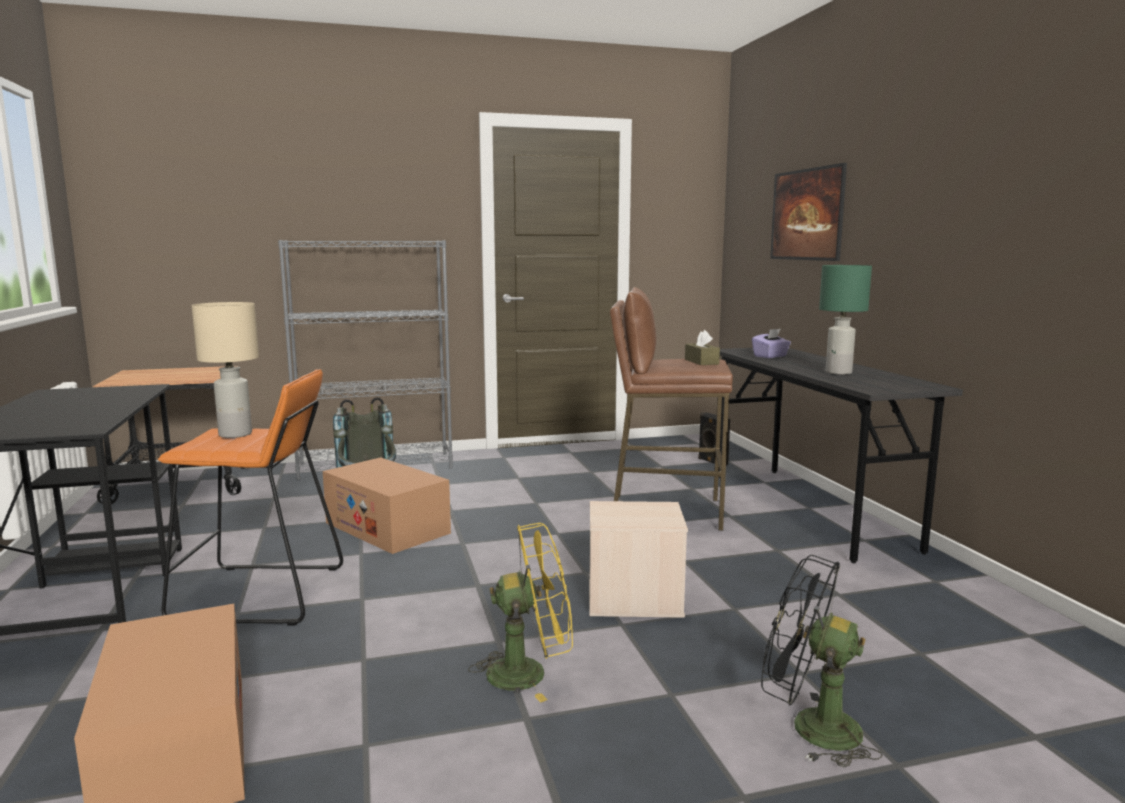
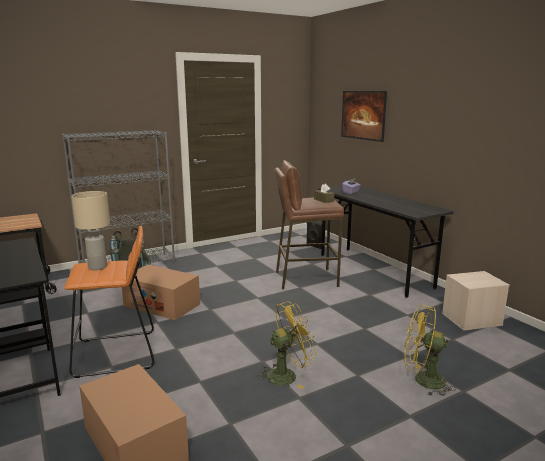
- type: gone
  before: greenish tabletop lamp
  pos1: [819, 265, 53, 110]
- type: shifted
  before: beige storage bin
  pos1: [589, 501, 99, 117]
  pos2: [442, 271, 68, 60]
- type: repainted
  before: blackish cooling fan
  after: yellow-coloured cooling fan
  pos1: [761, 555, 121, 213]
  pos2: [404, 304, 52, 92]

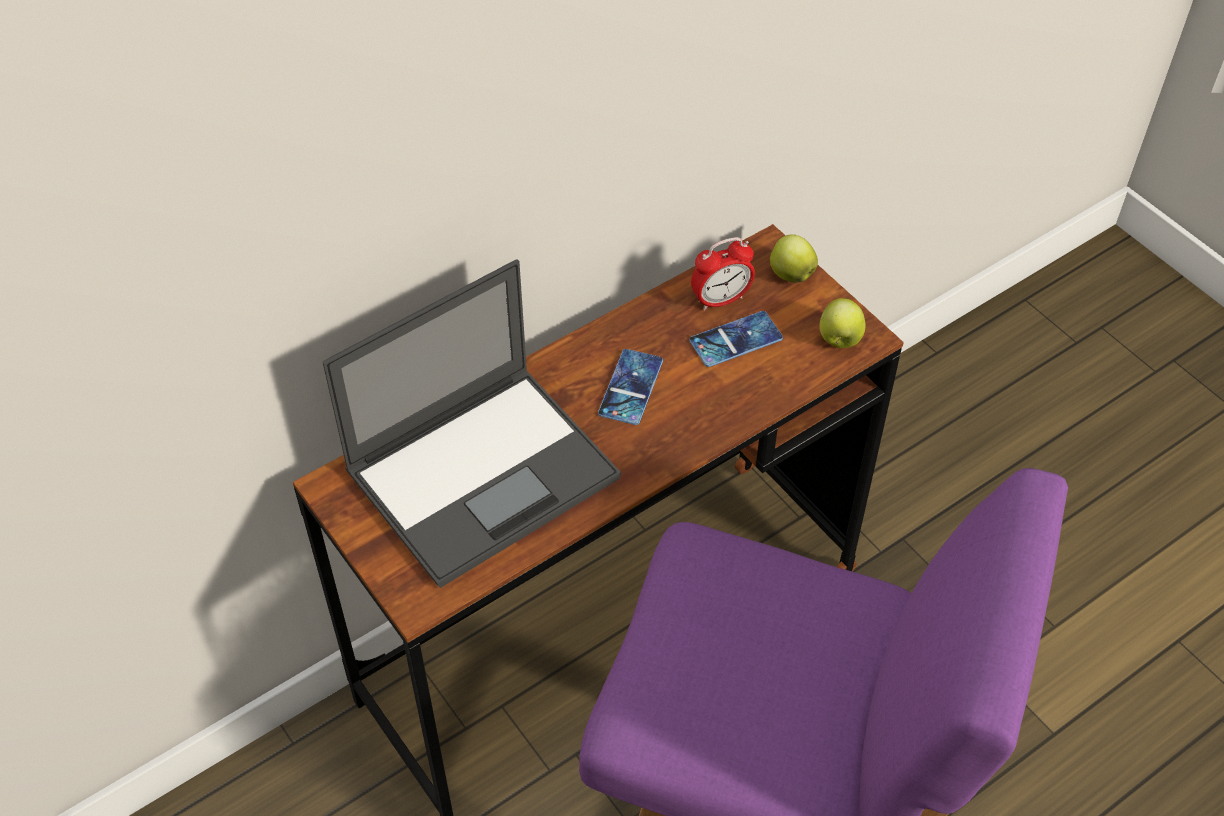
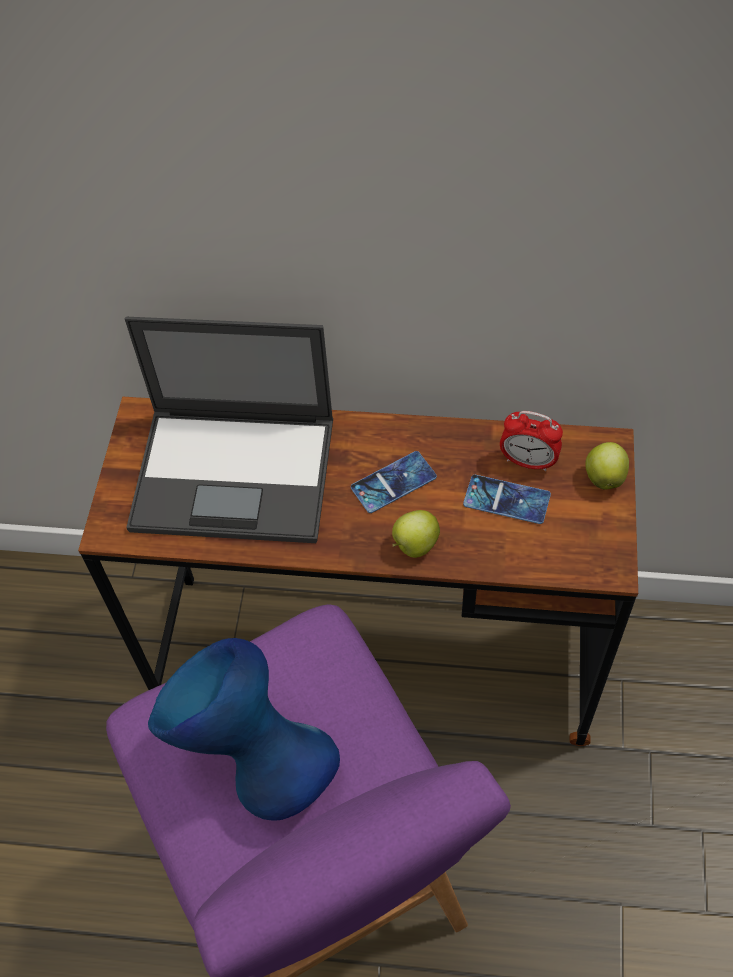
- type: shifted
  before: whole apple
  pos1: [819, 298, 47, 50]
  pos2: [392, 510, 48, 48]
- type: new
  after: blue-coloured vase
  pos2: [148, 638, 192, 183]

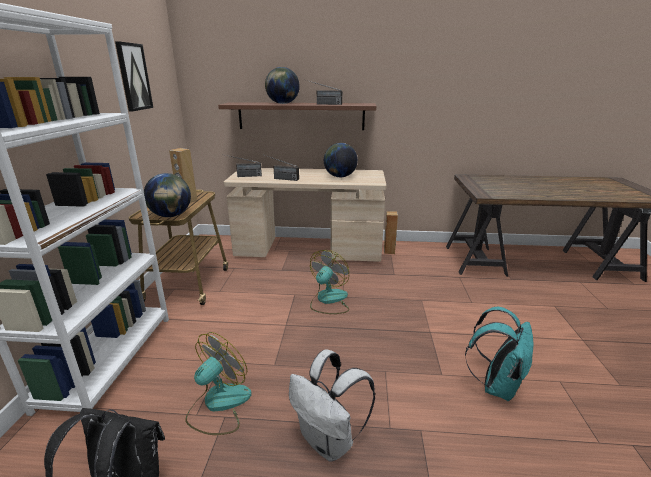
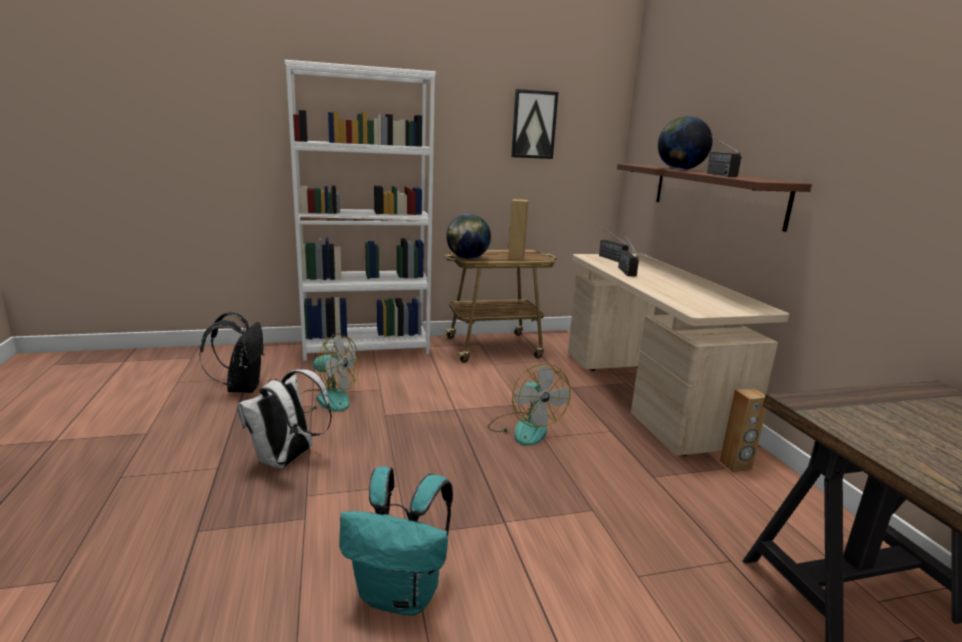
- type: gone
  before: globe
  pos1: [324, 143, 34, 34]
- type: rotated
  before: cooling fan
  pos1: [310, 250, 39, 64]
  pos2: [488, 363, 83, 83]
  turn: 60

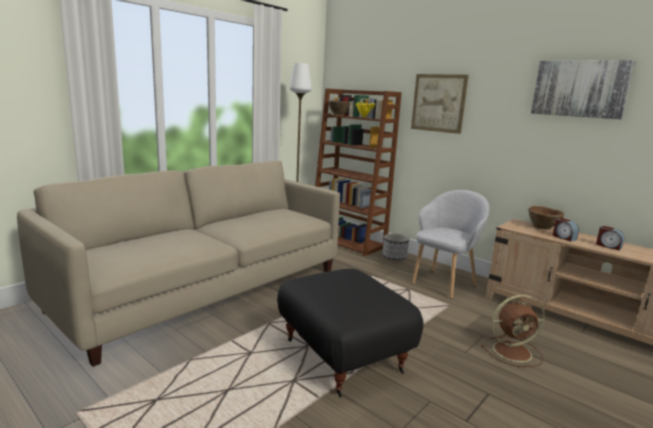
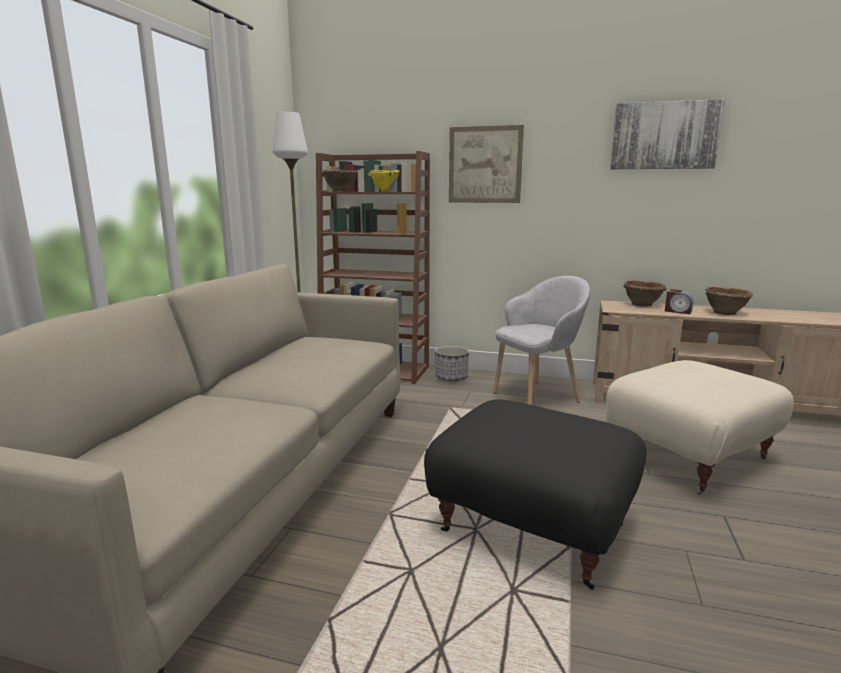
- type: rotated
  before: greyish armchair
  pos1: [412, 190, 78, 109]
  pos2: [494, 276, 96, 129]
  turn: 45
- type: swapped
  before: table clock
  after: brown serving bowl
  pos1: [596, 226, 28, 24]
  pos2: [705, 287, 48, 28]
- type: swapped
  before: brown cooling fan
  after: beige ottoman
  pos1: [481, 295, 64, 72]
  pos2: [606, 360, 188, 135]

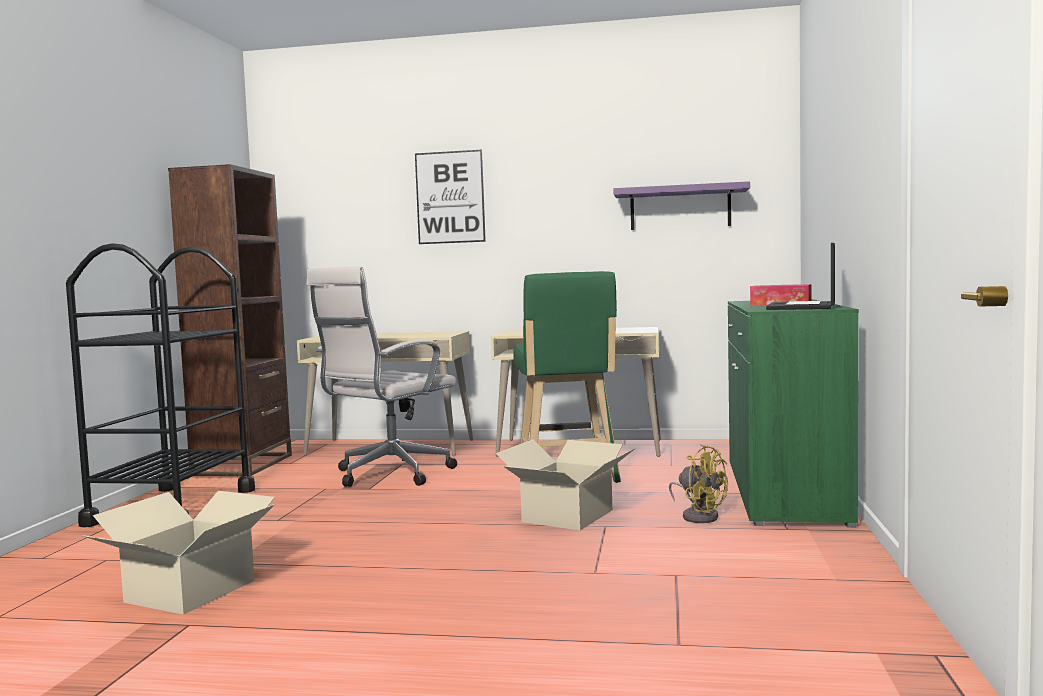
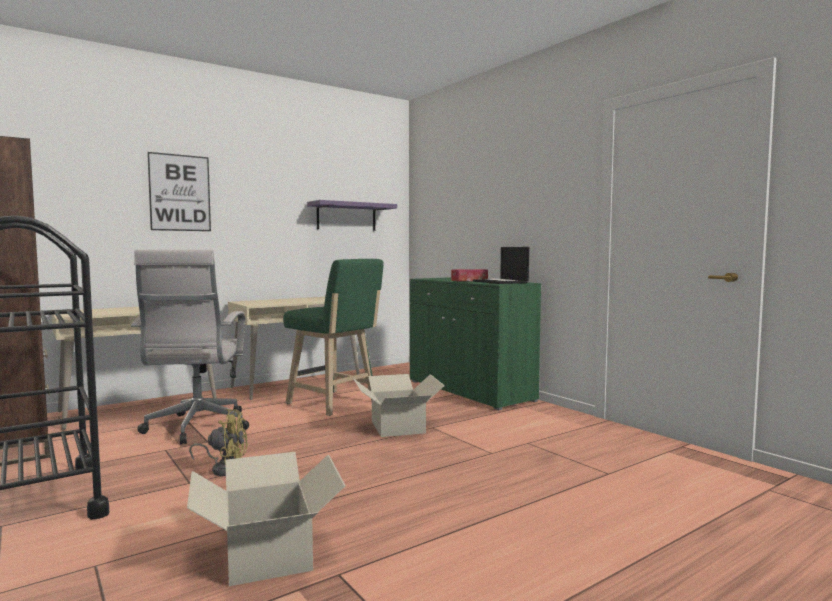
- type: shifted
  before: yellow-coloured cooling fan
  pos1: [669, 444, 59, 79]
  pos2: [189, 409, 59, 67]

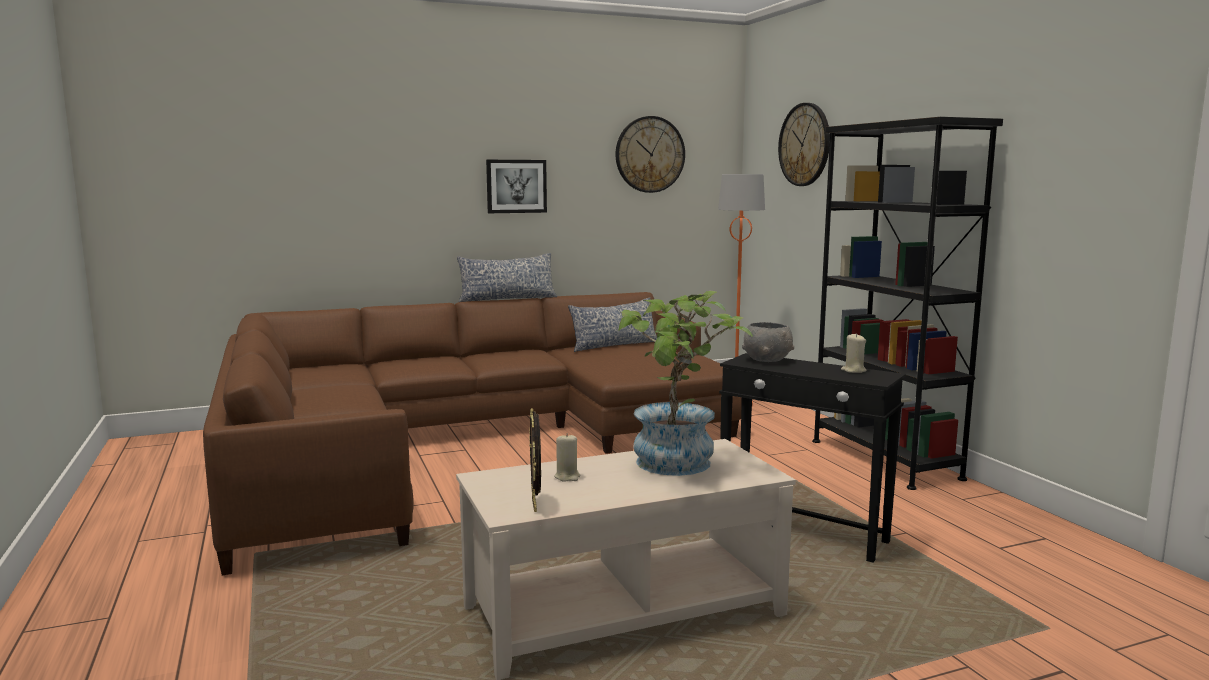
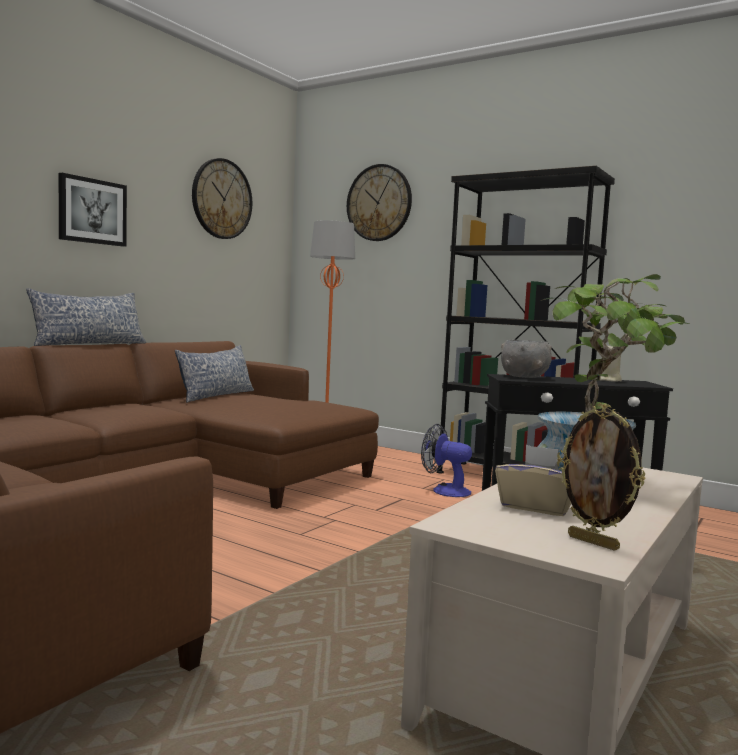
- type: swapped
  before: beige wax light
  after: beige tissue holder
  pos1: [554, 434, 27, 48]
  pos2: [495, 445, 77, 71]
- type: new
  after: cooling fan
  pos2: [421, 424, 51, 73]

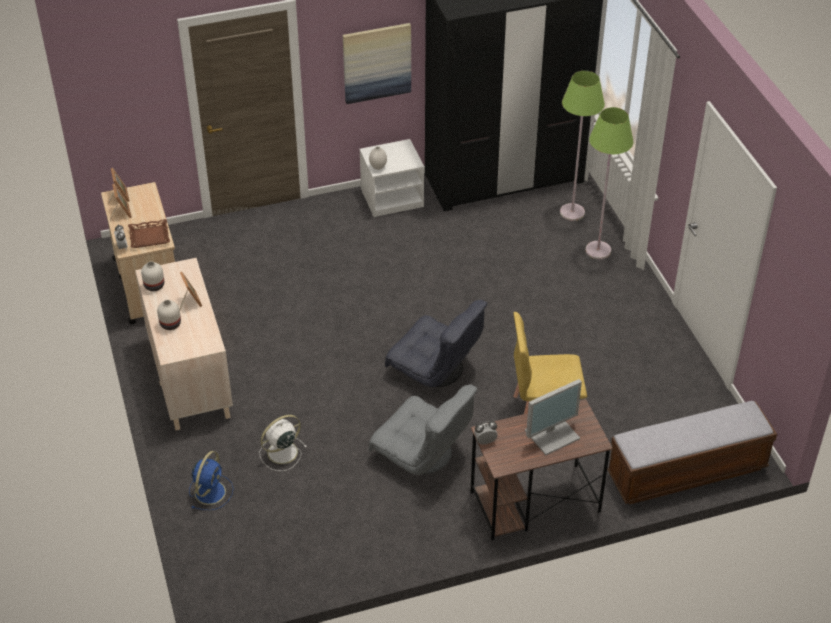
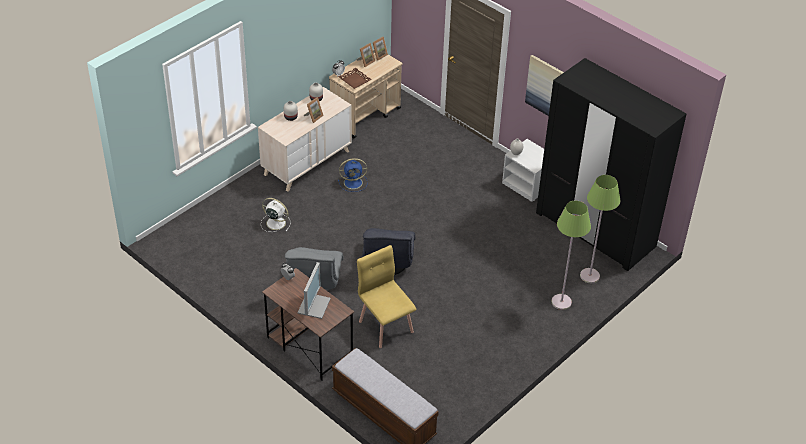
- type: rotated
  before: monitor
  pos1: [525, 379, 57, 76]
  pos2: [298, 262, 33, 57]
  turn: -105
- type: shifted
  before: blue-coloured cooling fan
  pos1: [189, 451, 45, 59]
  pos2: [338, 158, 30, 34]

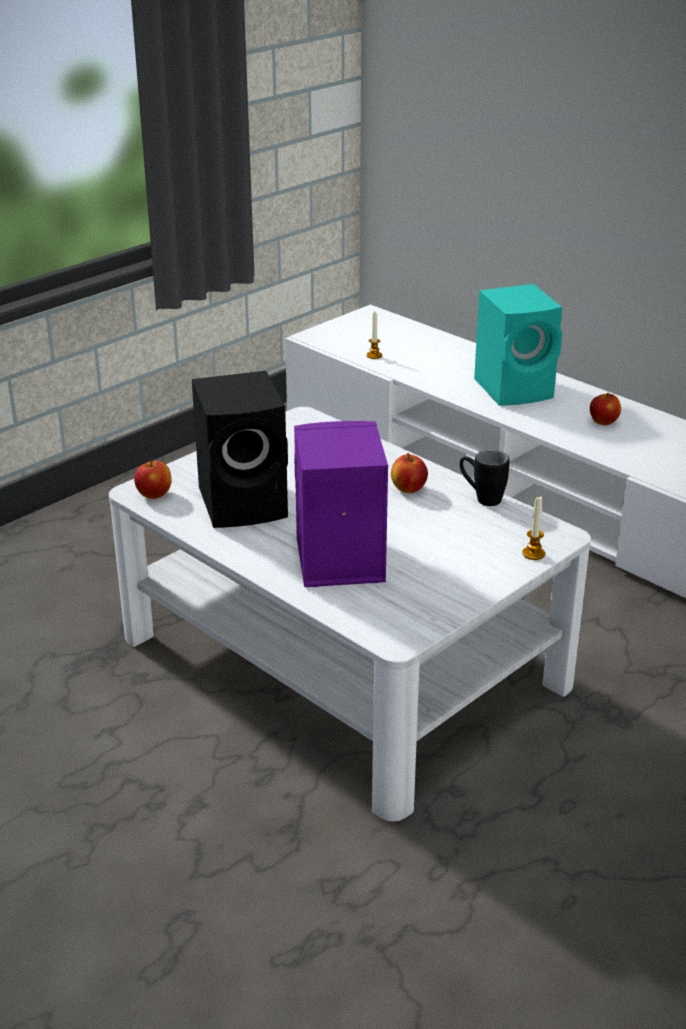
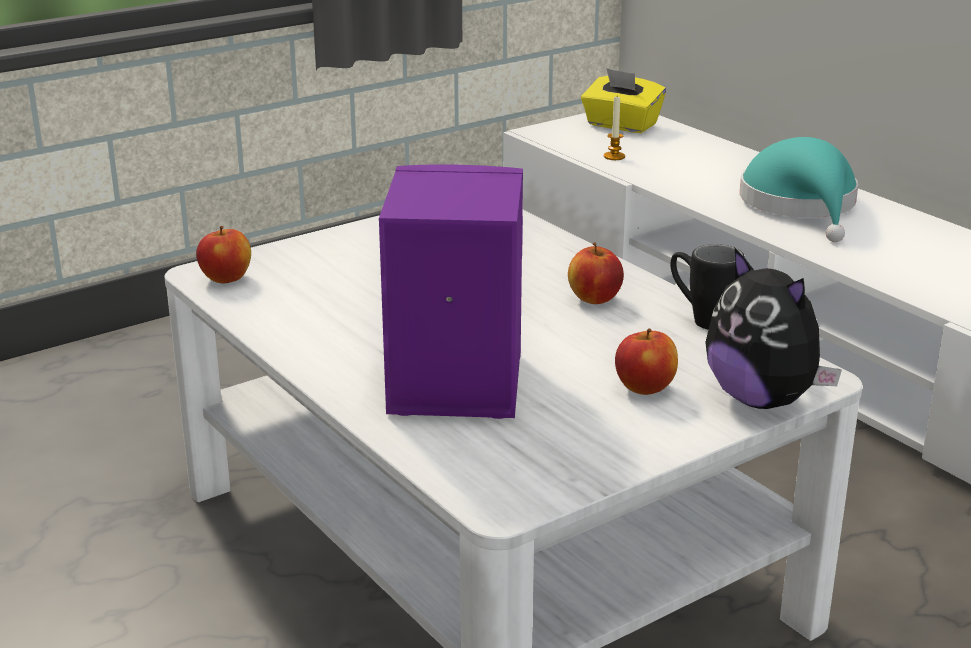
- type: swapped
  before: turquoise-coloured loudspeaker
  after: turquoise-coloured wearable hat
  pos1: [474, 284, 88, 122]
  pos2: [740, 137, 118, 105]
- type: gone
  before: blackish loudspeaker
  pos1: [192, 371, 96, 157]
- type: shifted
  before: whole apple
  pos1: [590, 393, 31, 32]
  pos2: [615, 329, 63, 66]
- type: swapped
  before: wax light
  after: soft toy
  pos1: [522, 496, 23, 64]
  pos2: [705, 248, 137, 161]
- type: new
  after: yellow-coloured tissue holder
  pos2: [581, 68, 85, 65]

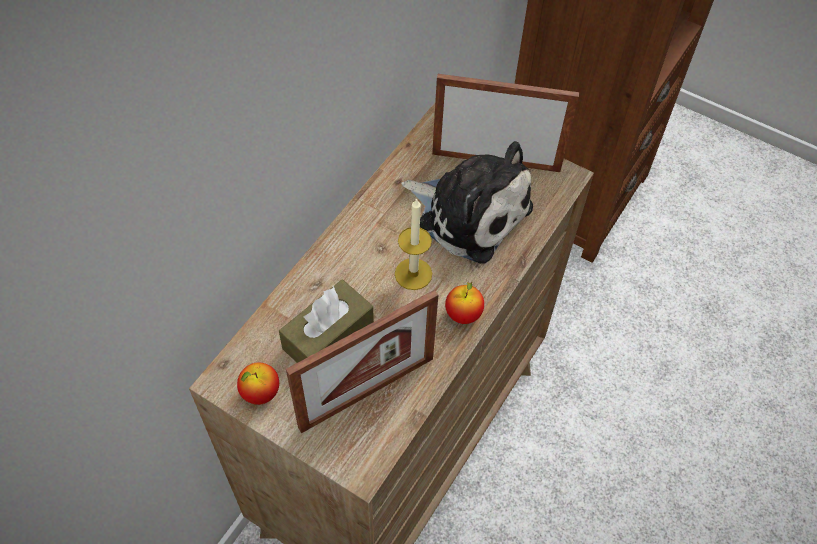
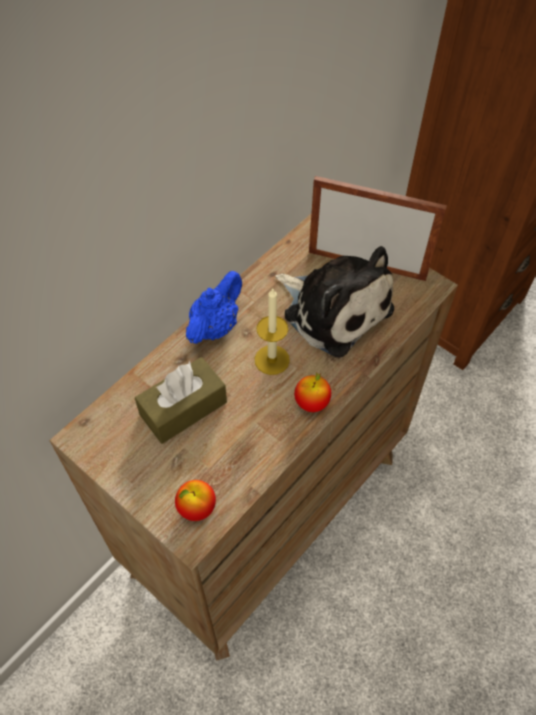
- type: gone
  before: photo frame
  pos1: [286, 290, 152, 143]
- type: shifted
  before: whole apple
  pos1: [237, 362, 42, 43]
  pos2: [175, 480, 41, 41]
- type: new
  after: blue-coloured pot for tea
  pos2: [186, 271, 56, 73]

